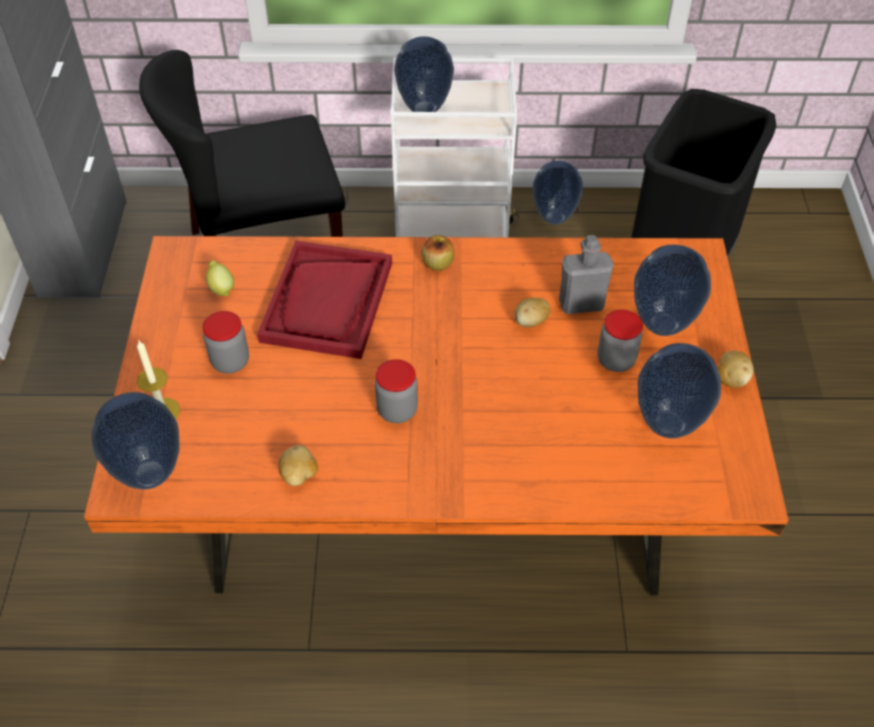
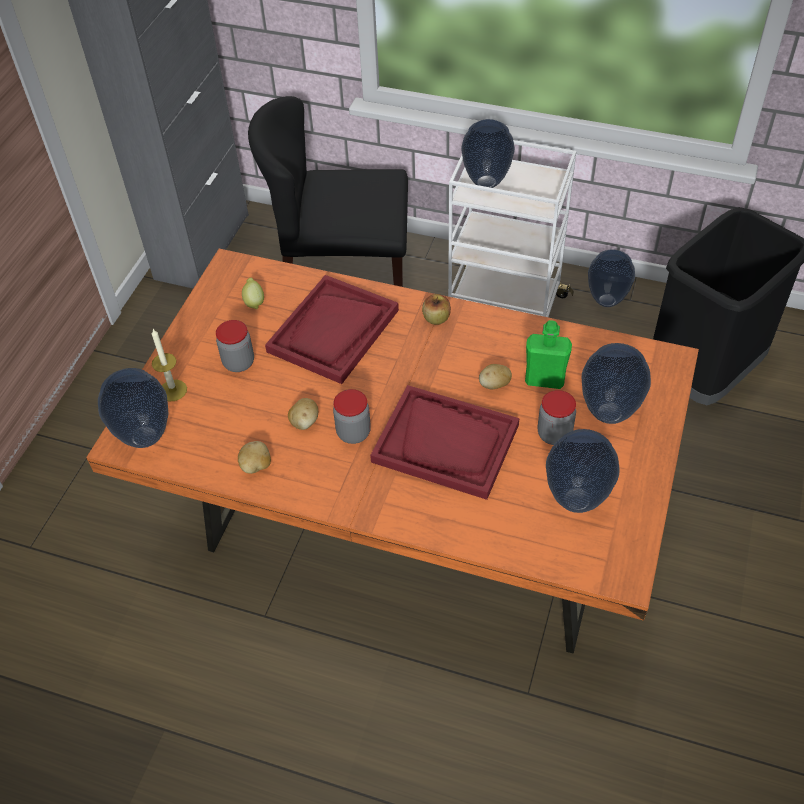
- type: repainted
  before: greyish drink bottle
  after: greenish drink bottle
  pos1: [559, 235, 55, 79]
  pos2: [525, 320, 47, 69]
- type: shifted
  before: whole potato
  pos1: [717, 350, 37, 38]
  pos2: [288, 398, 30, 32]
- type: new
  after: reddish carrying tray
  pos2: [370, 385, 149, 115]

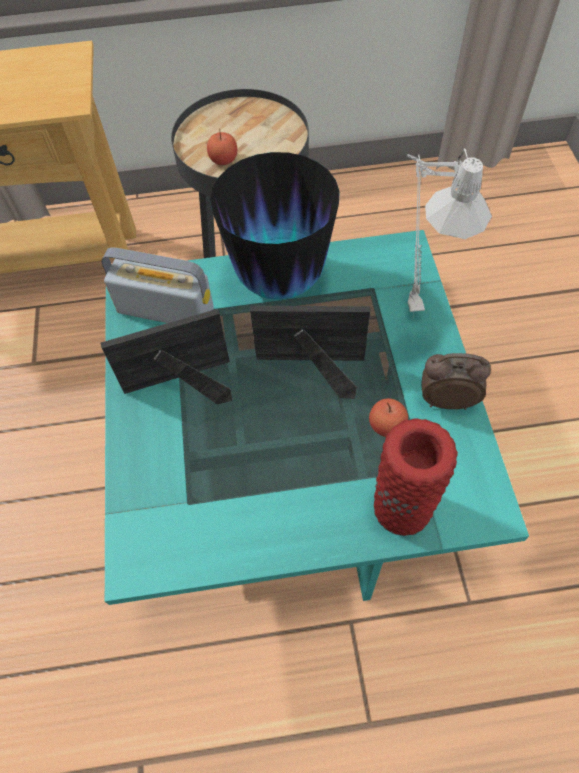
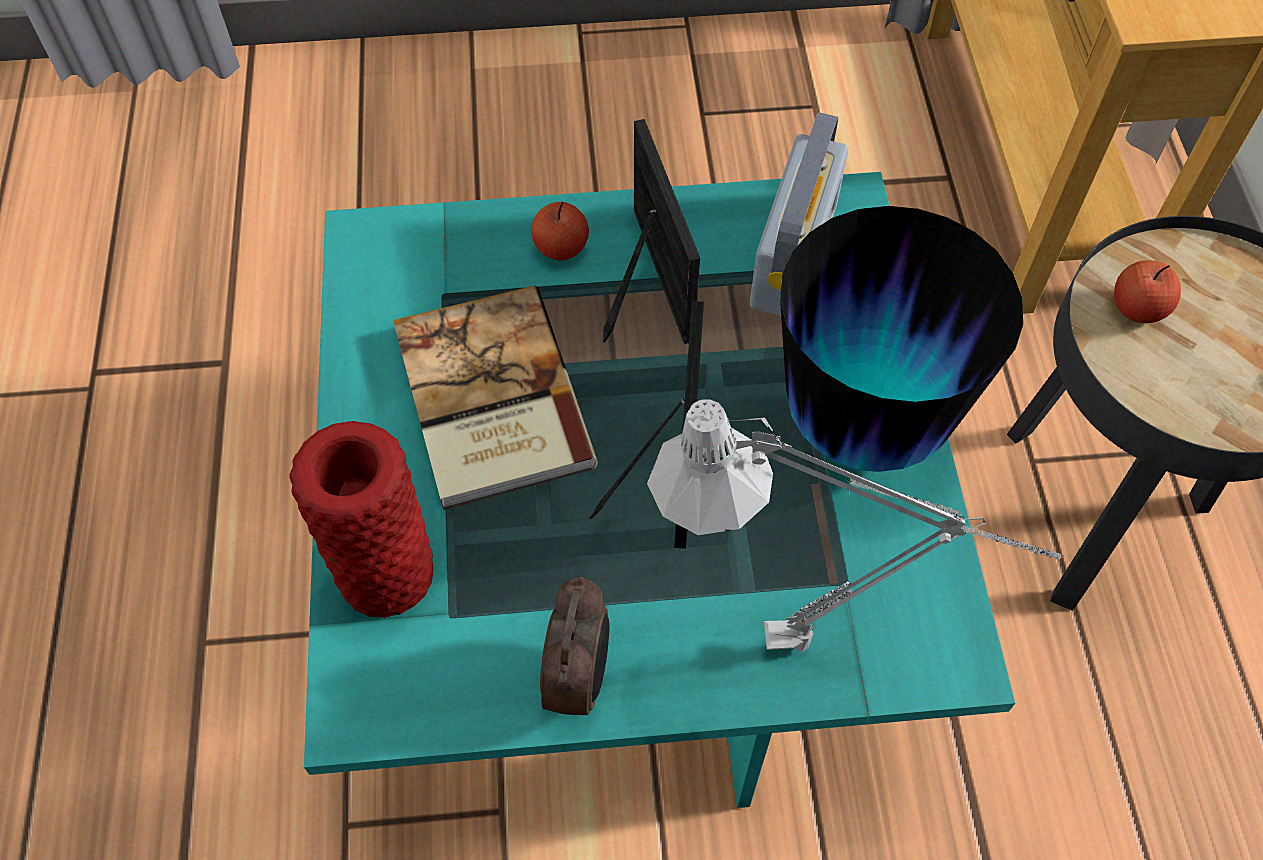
- type: shifted
  before: whole apple
  pos1: [369, 398, 39, 39]
  pos2: [531, 202, 58, 59]
- type: new
  after: book
  pos2: [393, 286, 205, 224]

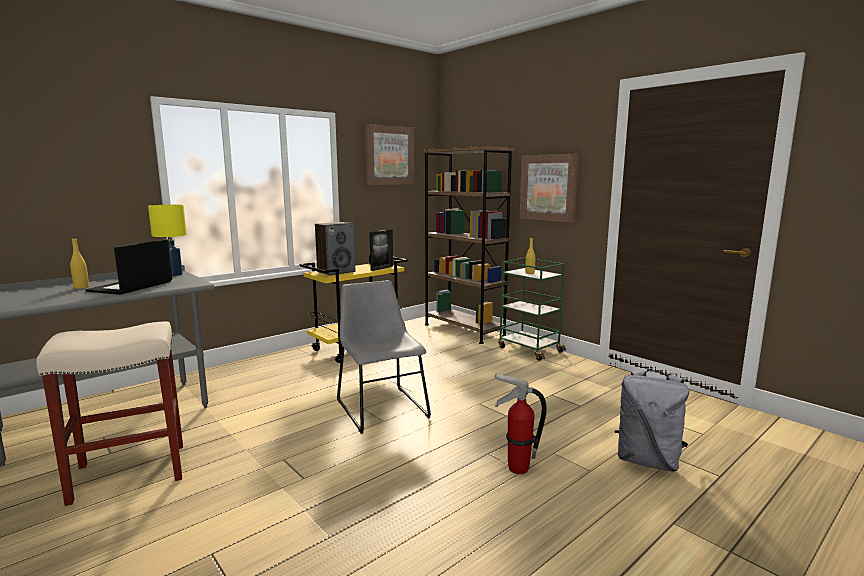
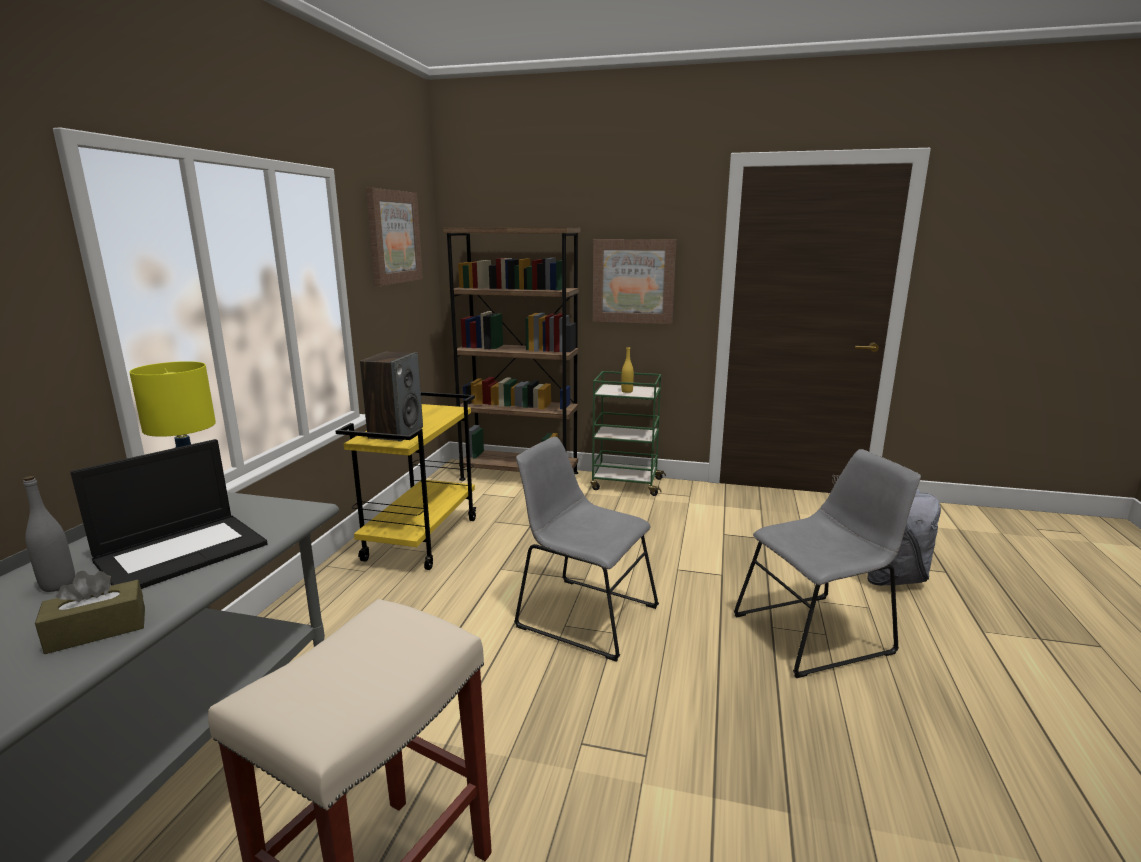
- type: gone
  before: photo frame
  pos1: [369, 229, 24, 42]
- type: repainted
  before: yellow-coloured drink bottle
  after: greyish drink bottle
  pos1: [70, 237, 19, 52]
  pos2: [23, 476, 52, 116]
- type: rotated
  before: notebook computer
  pos1: [85, 239, 87, 56]
  pos2: [70, 439, 198, 150]
  turn: -120
- type: swapped
  before: fire extinguisher
  after: greyish chair
  pos1: [495, 374, 52, 100]
  pos2: [734, 449, 187, 229]
- type: new
  after: brown tissue holder
  pos2: [35, 571, 110, 83]

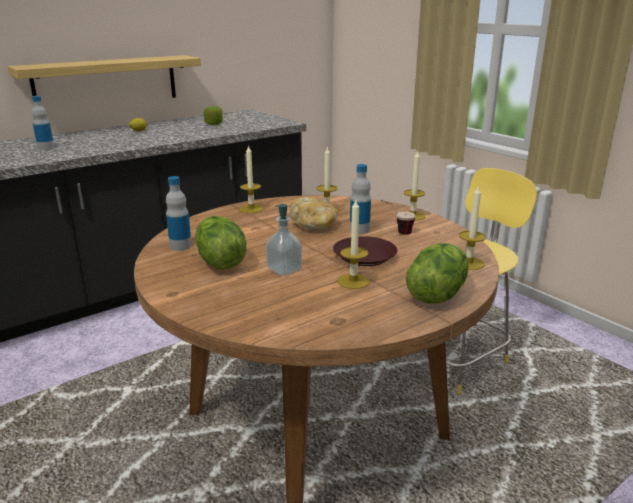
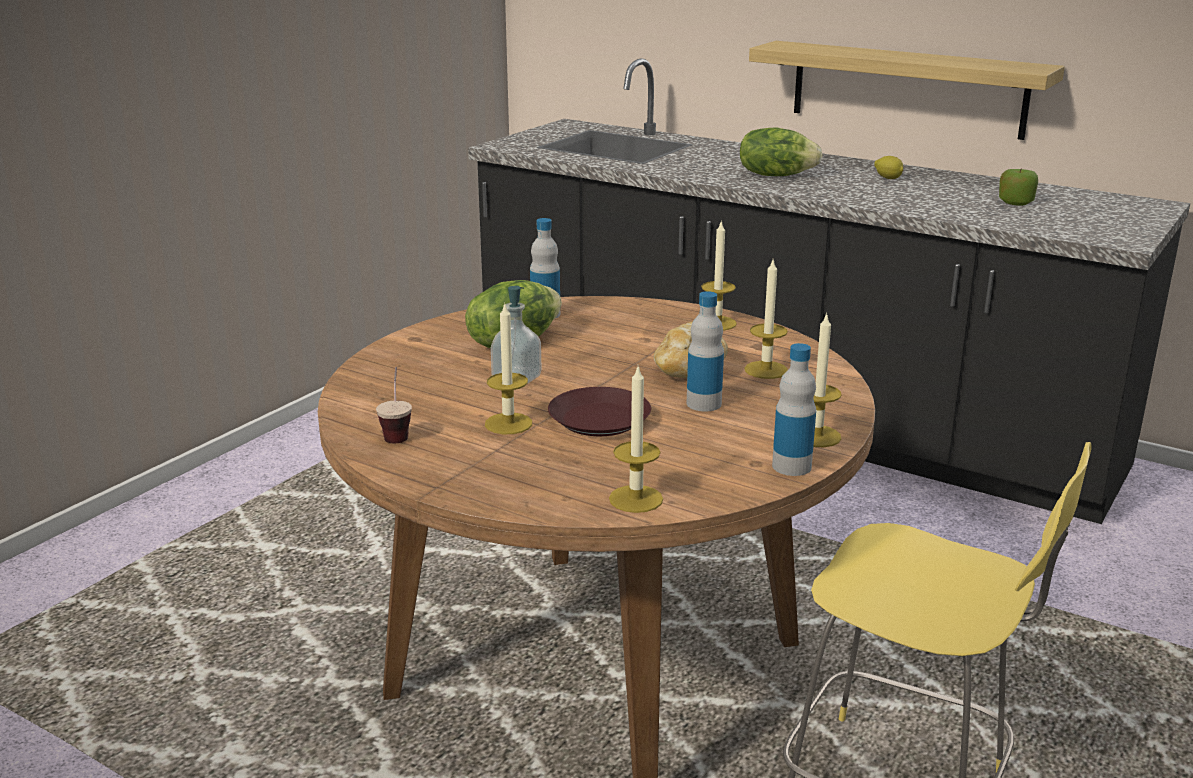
- type: shifted
  before: drink bottle
  pos1: [32, 96, 22, 54]
  pos2: [772, 343, 44, 133]
- type: shifted
  before: small cup
  pos1: [381, 200, 35, 35]
  pos2: [376, 367, 36, 76]
- type: shifted
  before: head of lettuce
  pos1: [406, 243, 63, 61]
  pos2: [740, 128, 82, 48]

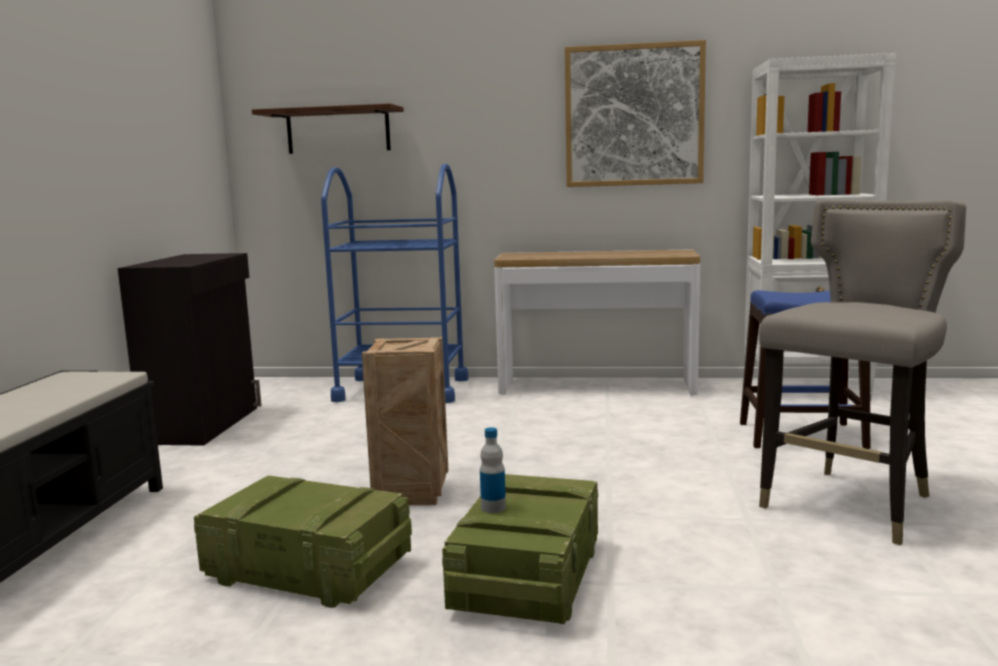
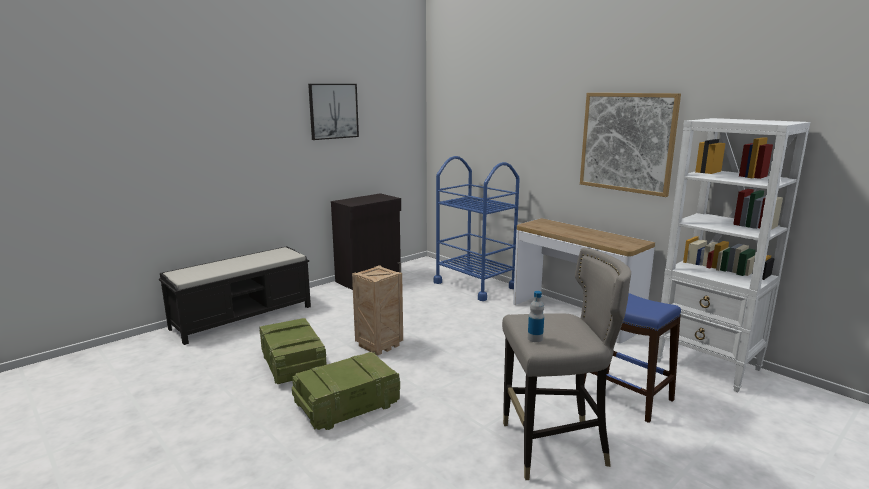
- type: gone
  before: wall shelf
  pos1: [252, 103, 152, 51]
- type: shifted
  before: drink bottle
  pos1: [480, 427, 26, 86]
  pos2: [528, 291, 16, 51]
- type: new
  after: wall picture
  pos2: [308, 84, 51, 56]

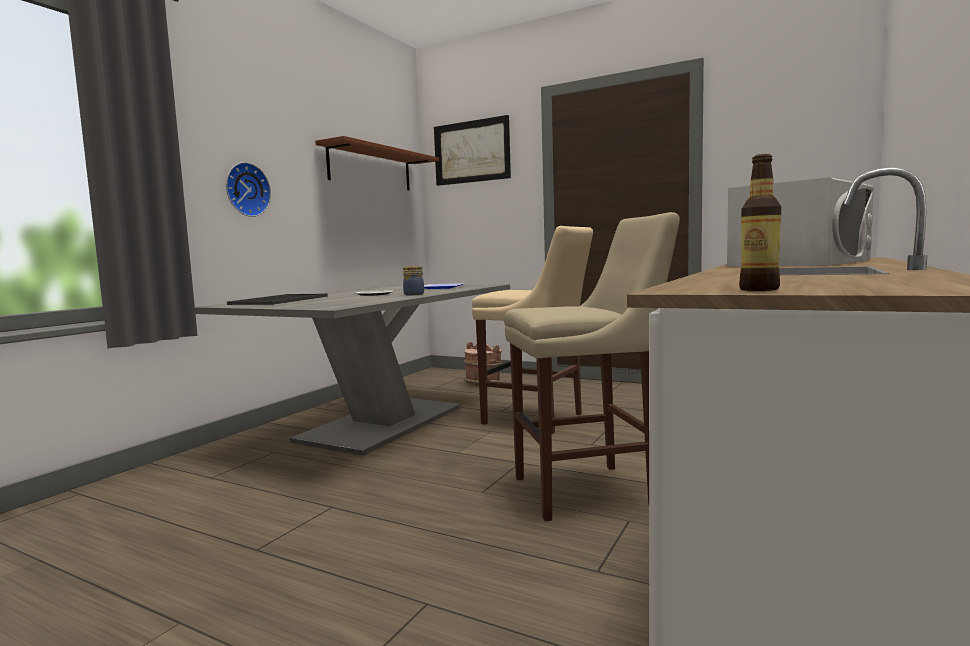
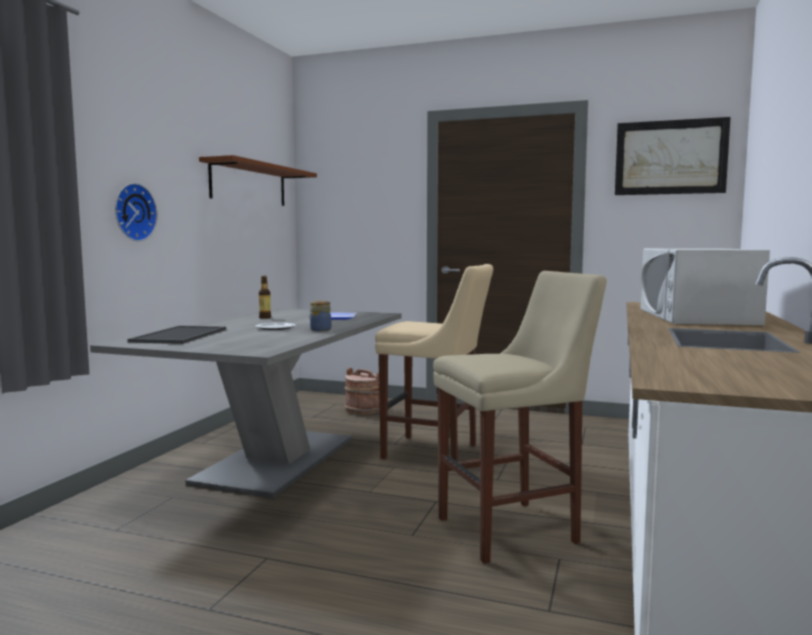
- type: shifted
  before: wall picture
  pos1: [434, 115, 77, 71]
  pos2: [615, 117, 116, 78]
- type: shifted
  before: drink bottle
  pos1: [739, 154, 42, 137]
  pos2: [259, 276, 12, 43]
- type: rotated
  before: whitish kitchen microwave
  pos1: [727, 177, 147, 89]
  pos2: [640, 248, 130, 77]
  turn: 150

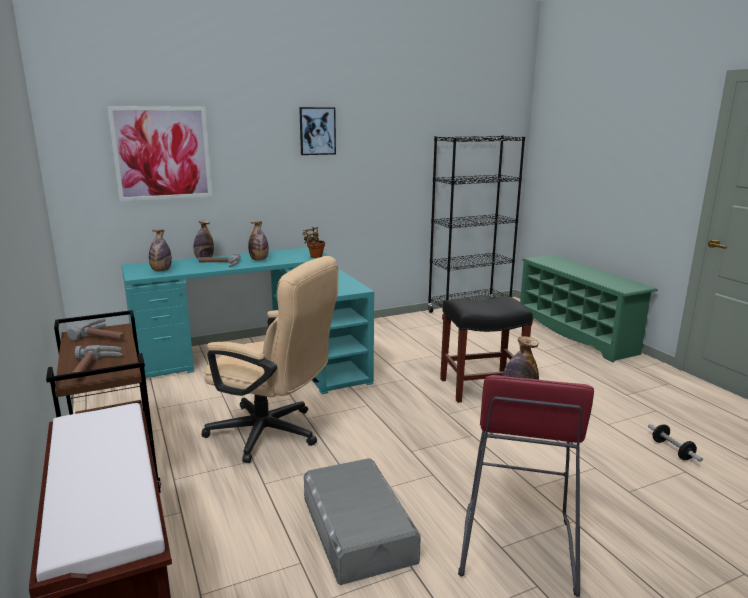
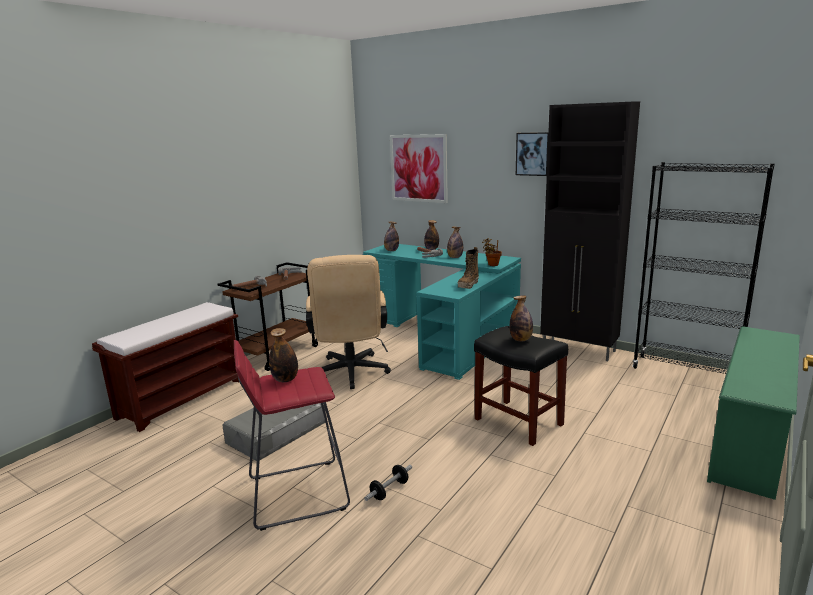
- type: shifted
  before: dumbbell
  pos1: [648, 424, 55, 38]
  pos2: [364, 465, 48, 36]
- type: new
  after: blackish cupboard
  pos2: [540, 101, 100, 260]
- type: new
  after: high-top boot
  pos2: [458, 247, 21, 42]
- type: new
  after: drink bottle
  pos2: [510, 295, 23, 46]

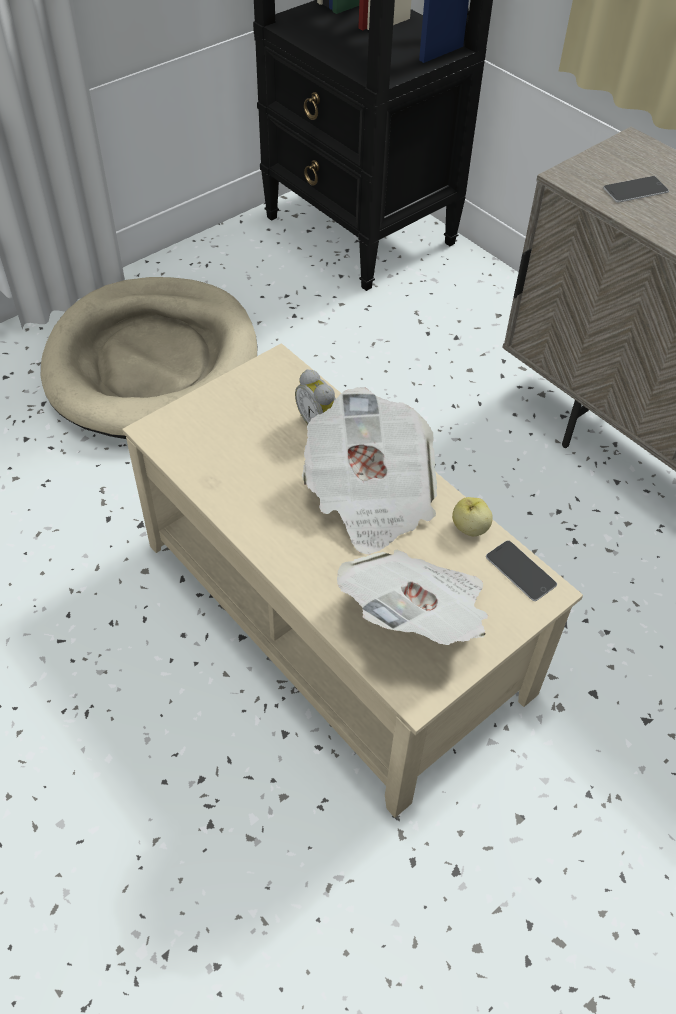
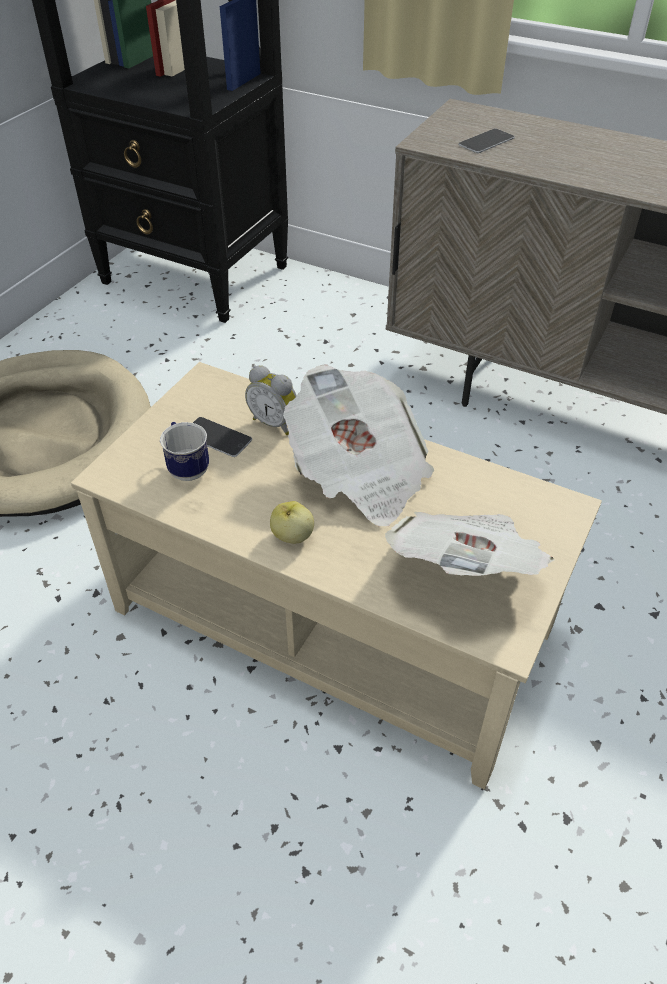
- type: shifted
  before: whole apple
  pos1: [452, 497, 41, 39]
  pos2: [270, 501, 44, 43]
- type: shifted
  before: phone
  pos1: [486, 540, 71, 61]
  pos2: [193, 417, 59, 40]
- type: new
  after: coffee mug
  pos2: [160, 422, 49, 59]

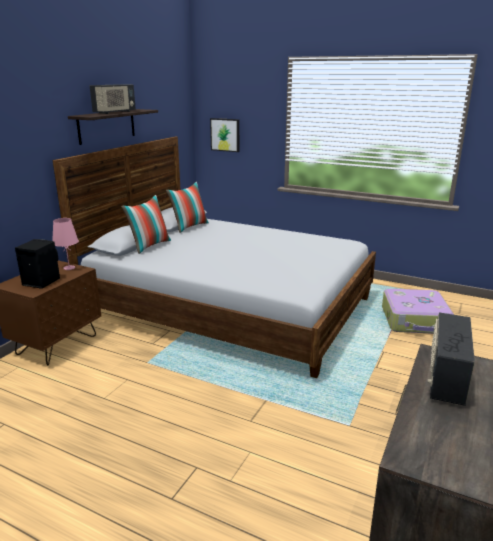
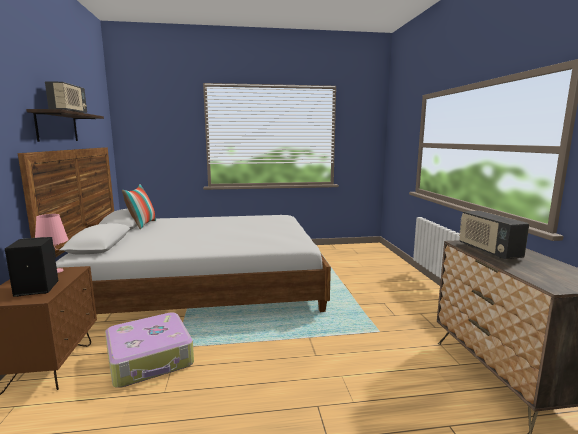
- type: gone
  before: wall picture
  pos1: [210, 118, 29, 34]
- type: gone
  before: cushion
  pos1: [121, 195, 50, 59]
- type: shifted
  before: piece of luggage
  pos1: [382, 289, 72, 45]
  pos2: [105, 312, 89, 76]

